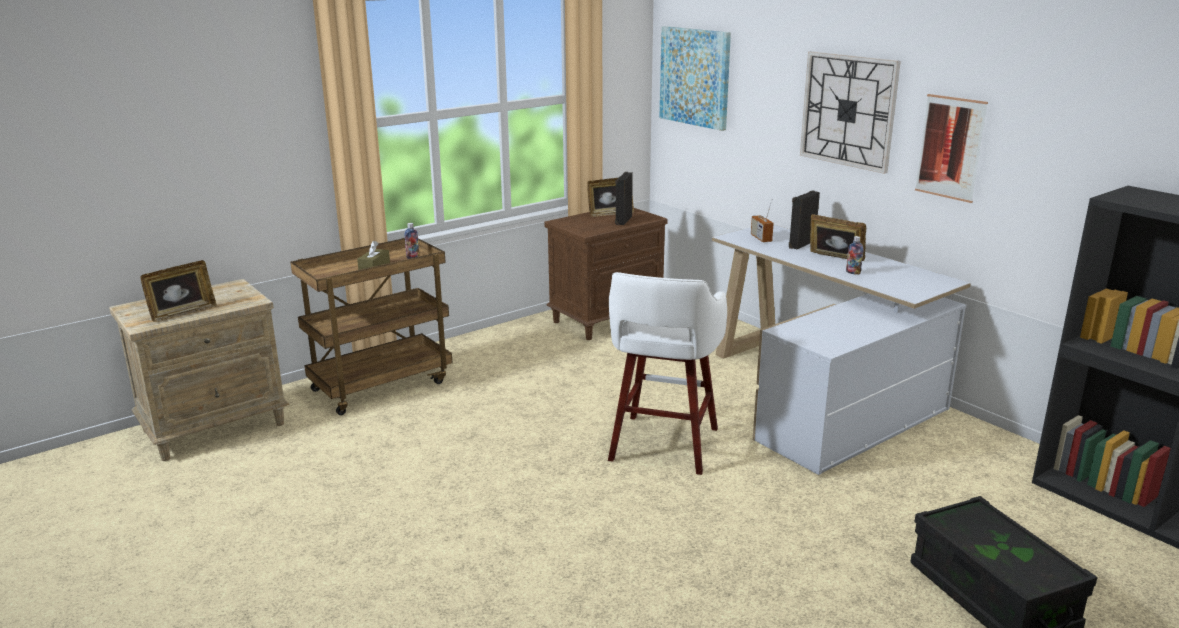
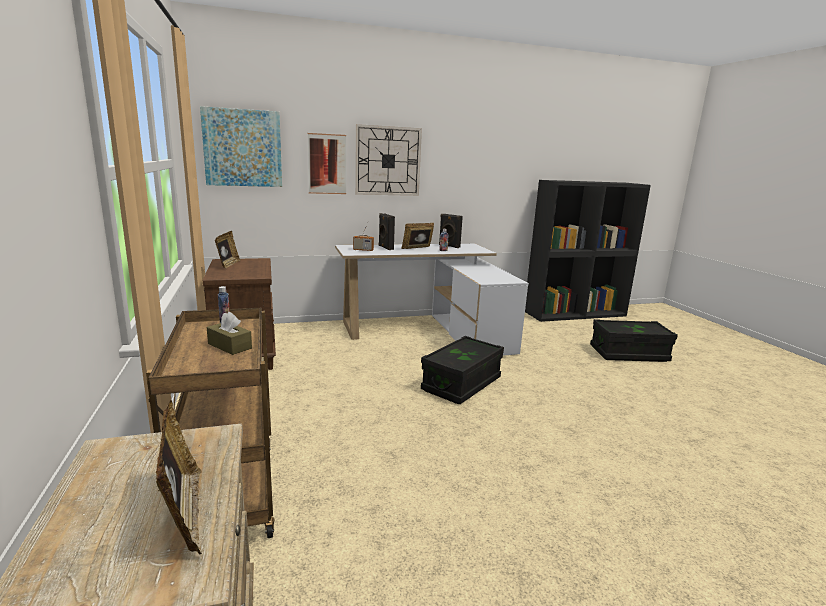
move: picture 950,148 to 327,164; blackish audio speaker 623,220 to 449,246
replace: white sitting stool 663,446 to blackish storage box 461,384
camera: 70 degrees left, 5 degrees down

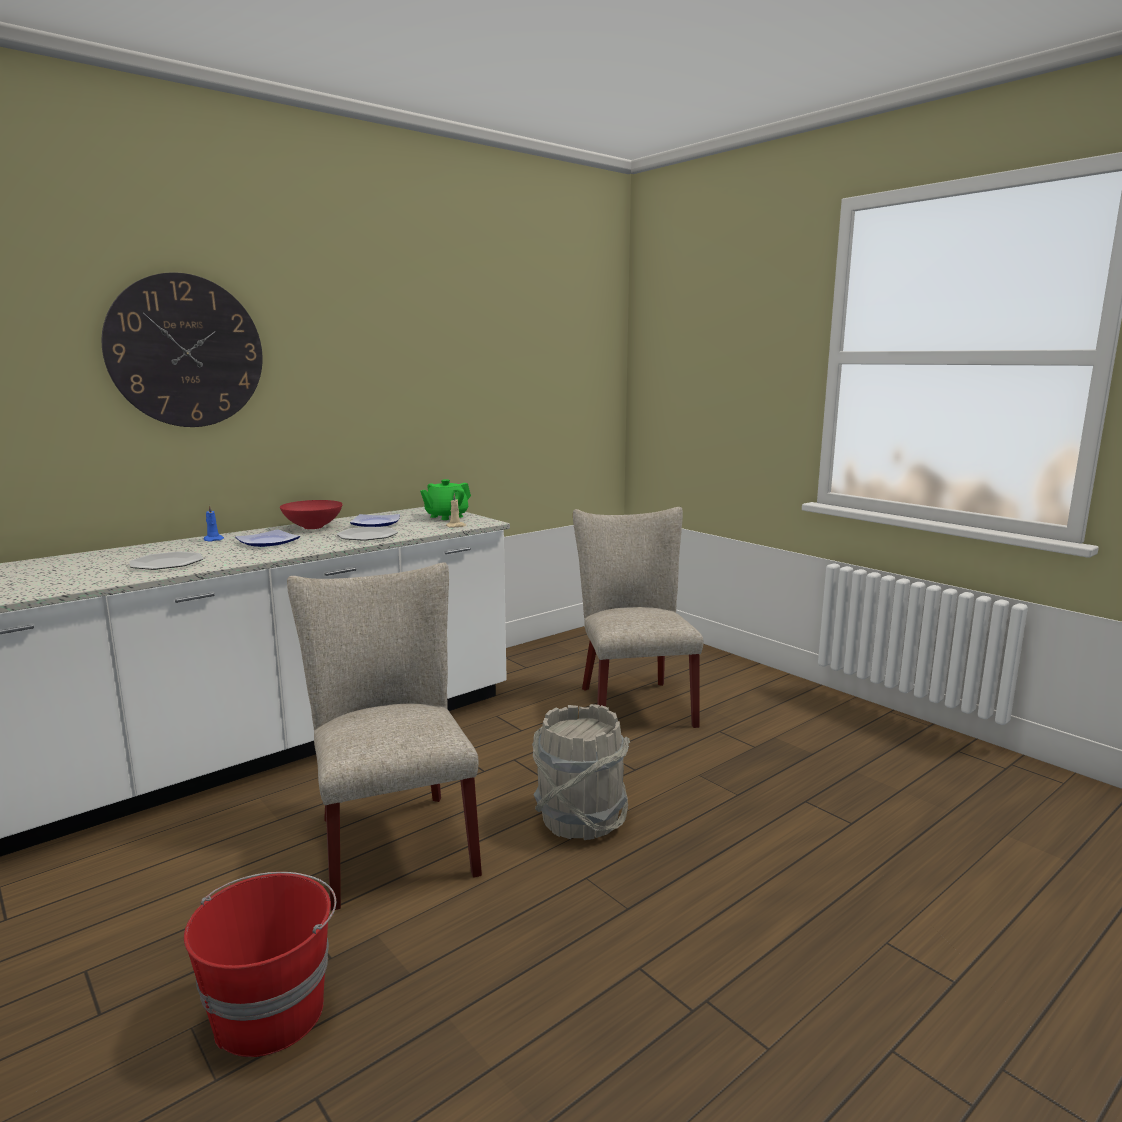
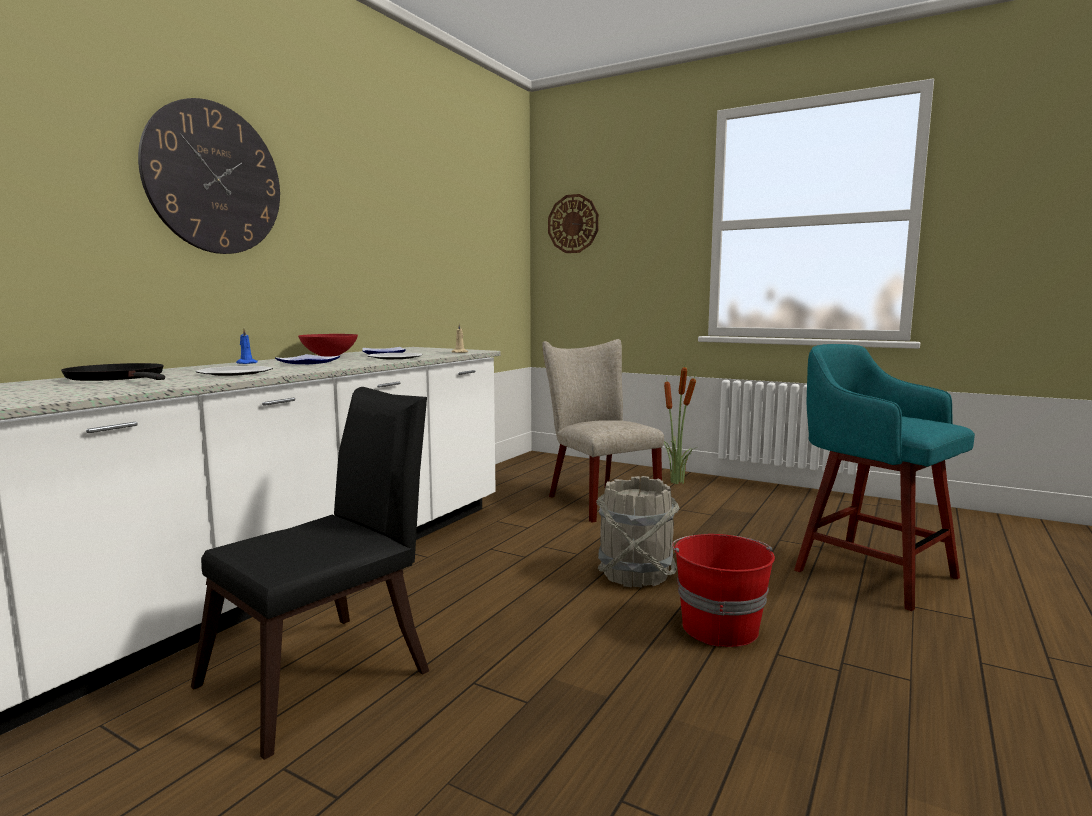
delete: beige-coloured upright chair 392,839; green-coloured tea pot 446,516
insert: blackish frying pan 119,378; blackish upright chair 328,674; hanging clock 573,224; potted plant 675,482; turquoise sitting stool 870,572
move: reddish water bucket 271,1011 to 718,626
camera: 20 degrees left, 5 degrees down

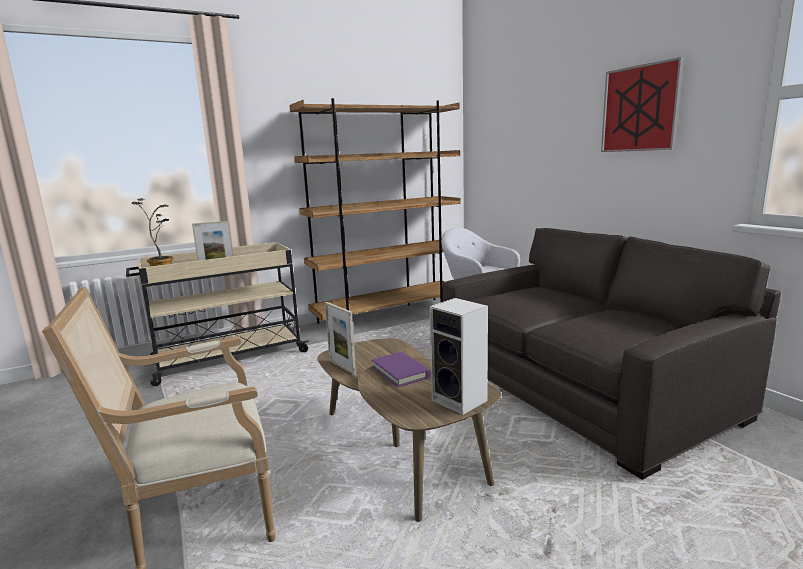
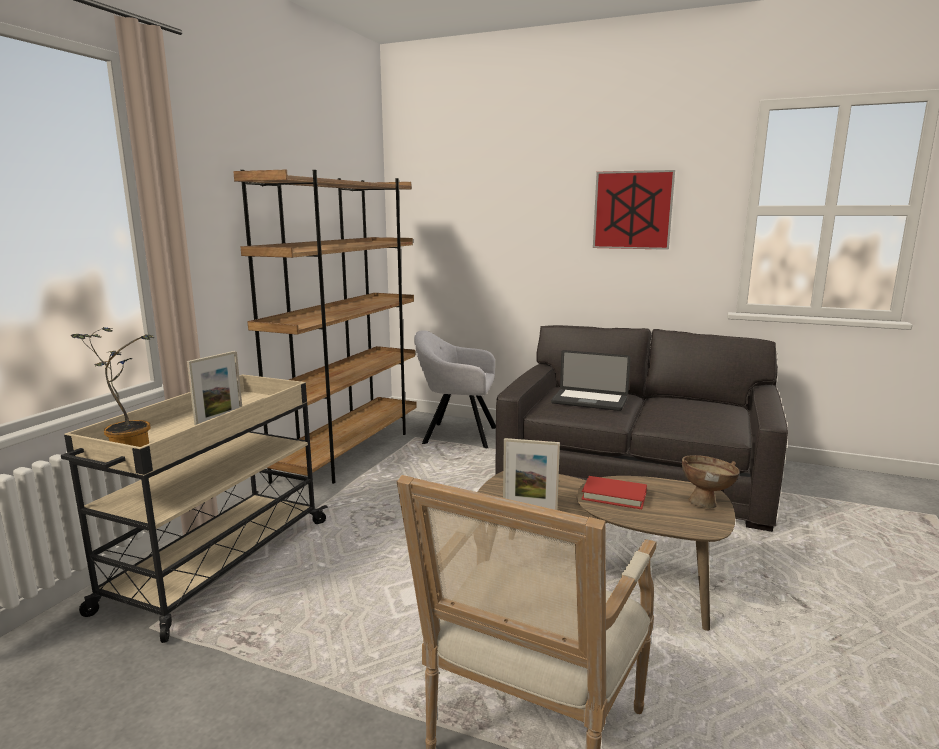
insert: notebook computer 589,401
replace: audio speaker 461,401 to brown bowl 707,503
recolor: purple bound book 400,372 to reddish bound book 614,495
camera: 40 degrees left, 0 degrees up

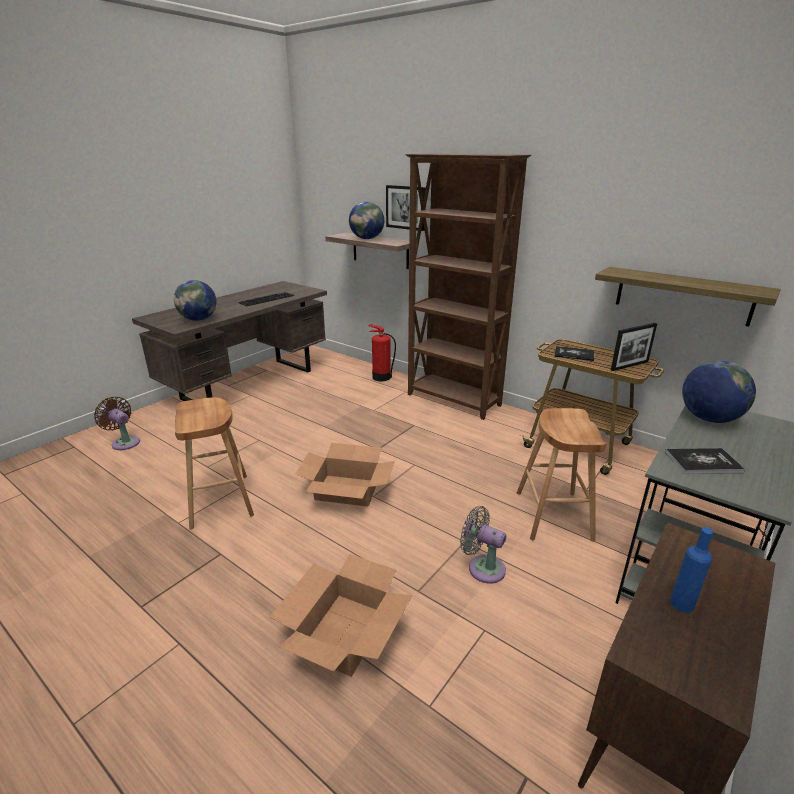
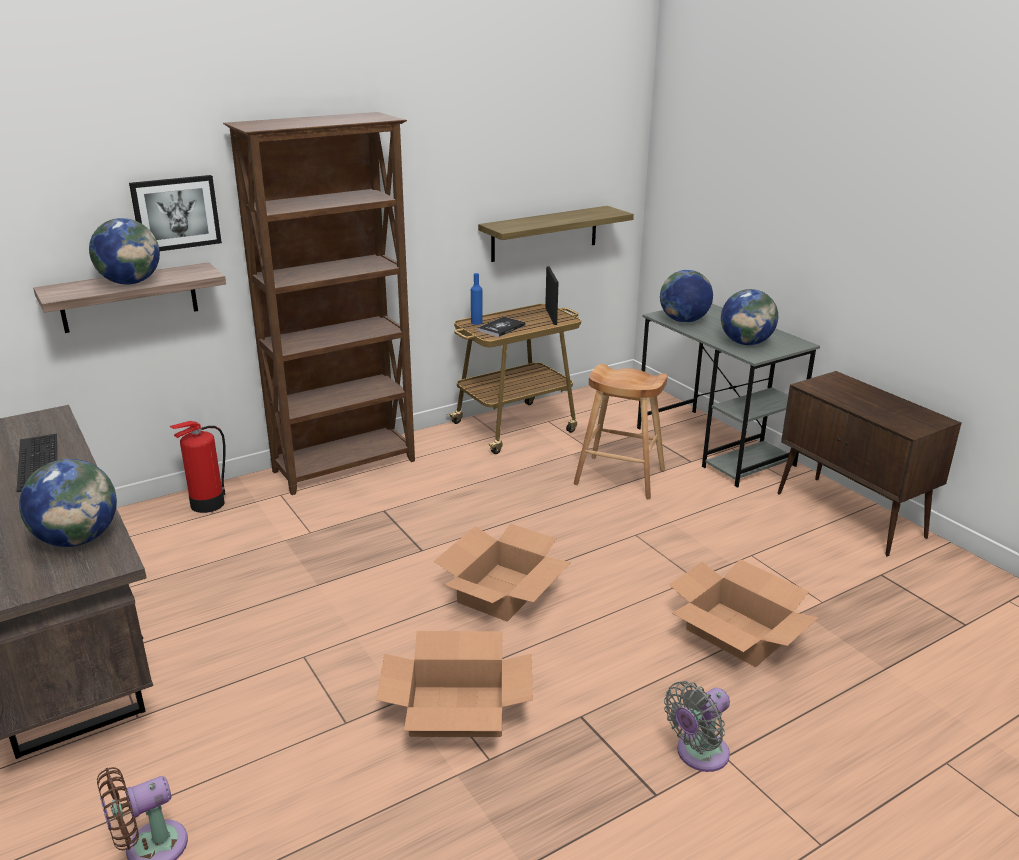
move: blue bottle 682,603 to 476,322; gray cooling fan 482,567 to 698,754
replace: brown sitting stool 220,501 to packing box 457,711; bound book 703,462 to desk globe 746,343
camera: 70 degrees left, 0 degrees up

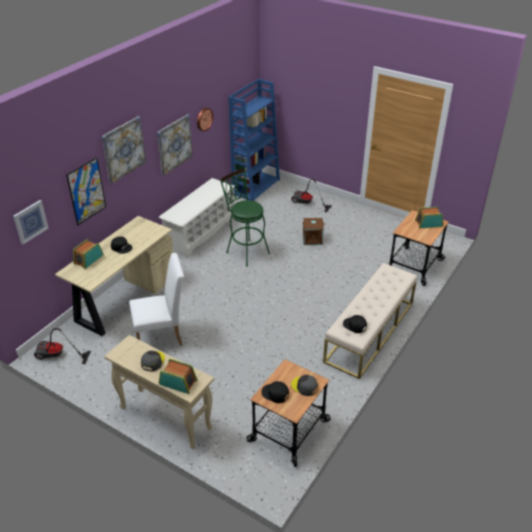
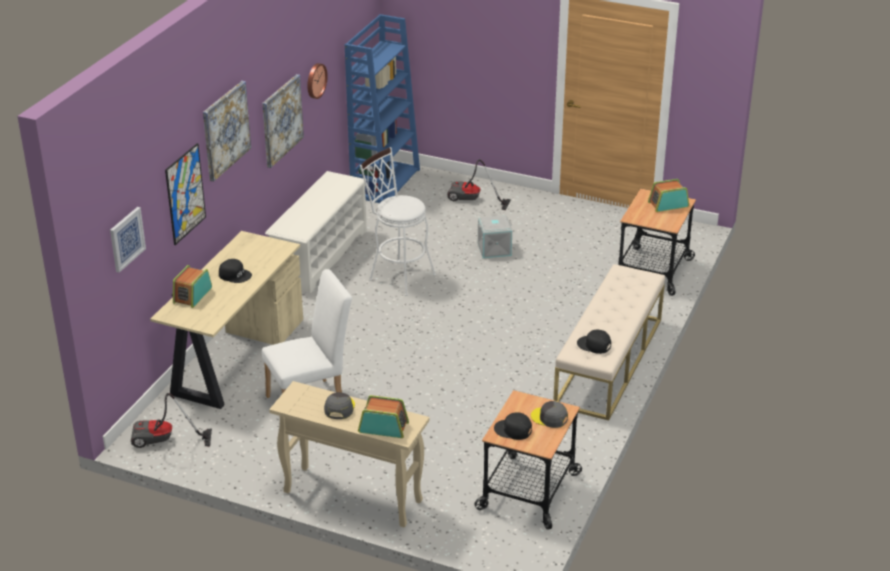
recolor: green-coloured sitting stool 245,251 to white sitting stool 398,275; brown storage box 312,239 to gray storage box 494,249
camera: 10 degrees left, 5 degrees down

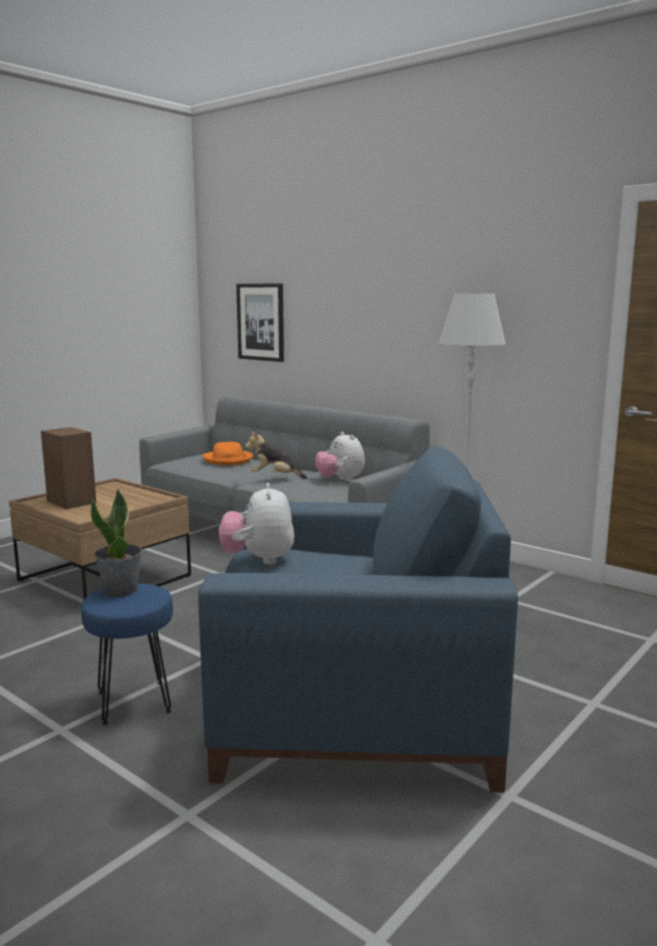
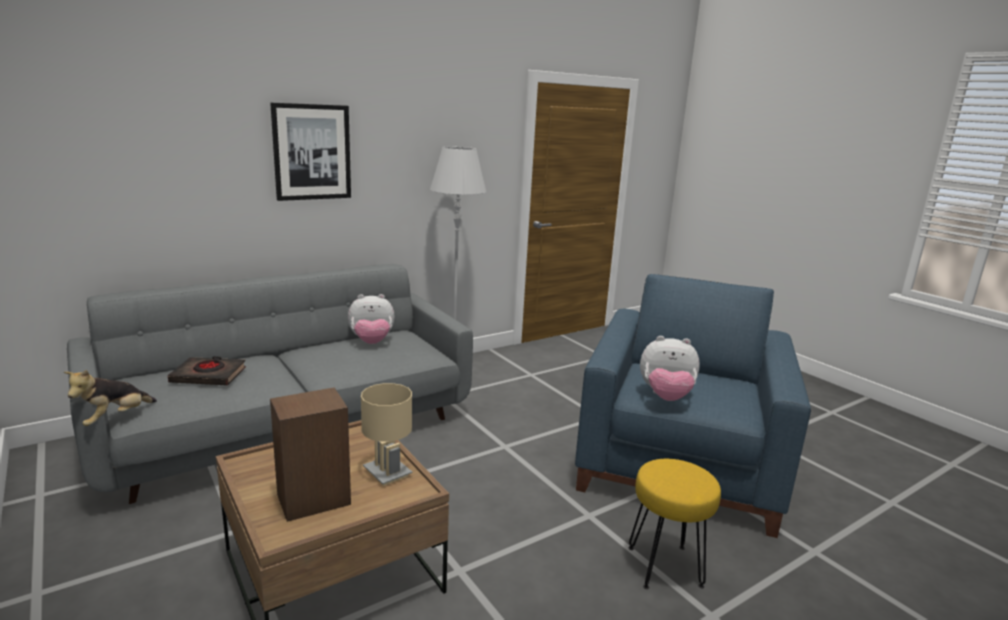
delete: potted plant 121,590
insert: beige-coloured lamp for a table 388,473
move: plush toy 275,477 to 114,419; picture 261,322 to 312,152
replace: orangey hat 228,460 to blackish bound book 209,376
recolor: blue sitting stool 133,702 to yellow sitting stool 664,567
camera: 75 degrees left, 5 degrees up

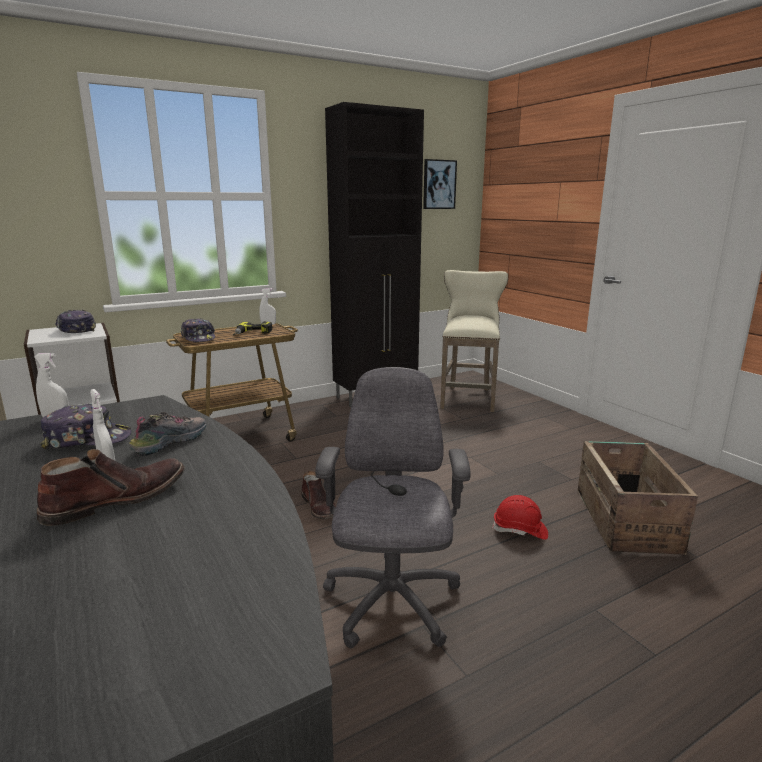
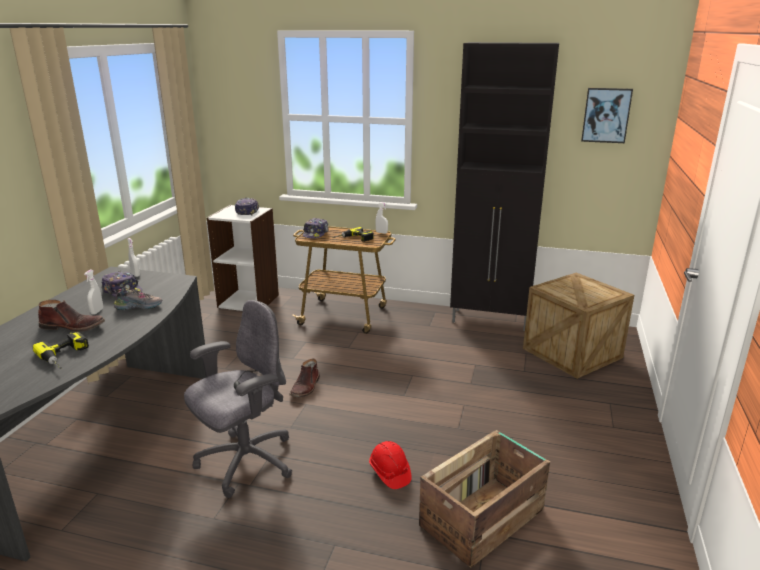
insert: electric drill 67,356
replace: beige-coloured sitting stool 468,397 to packing crate 572,353
camera: 45 degrees right, 5 degrees up

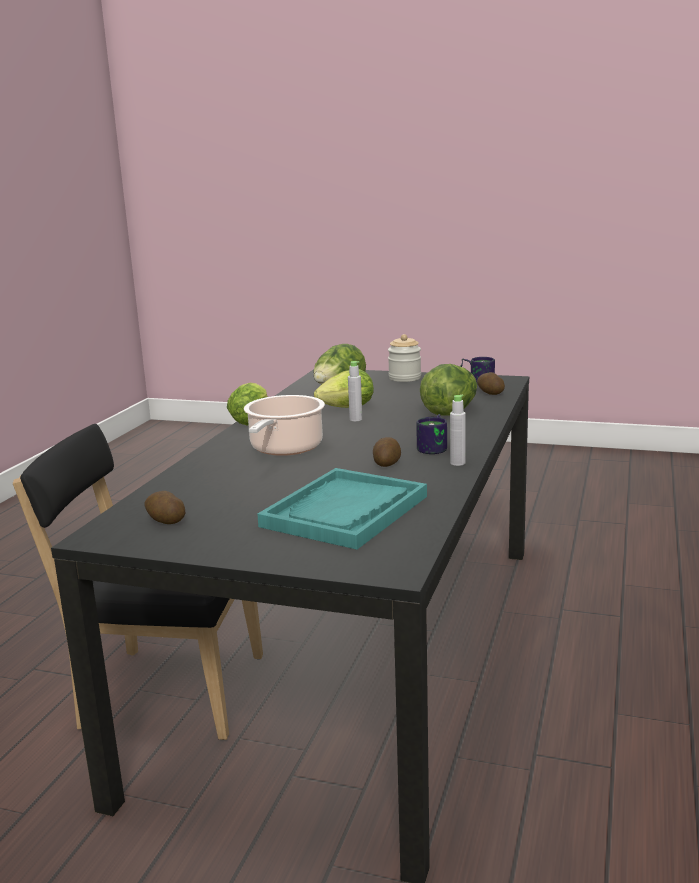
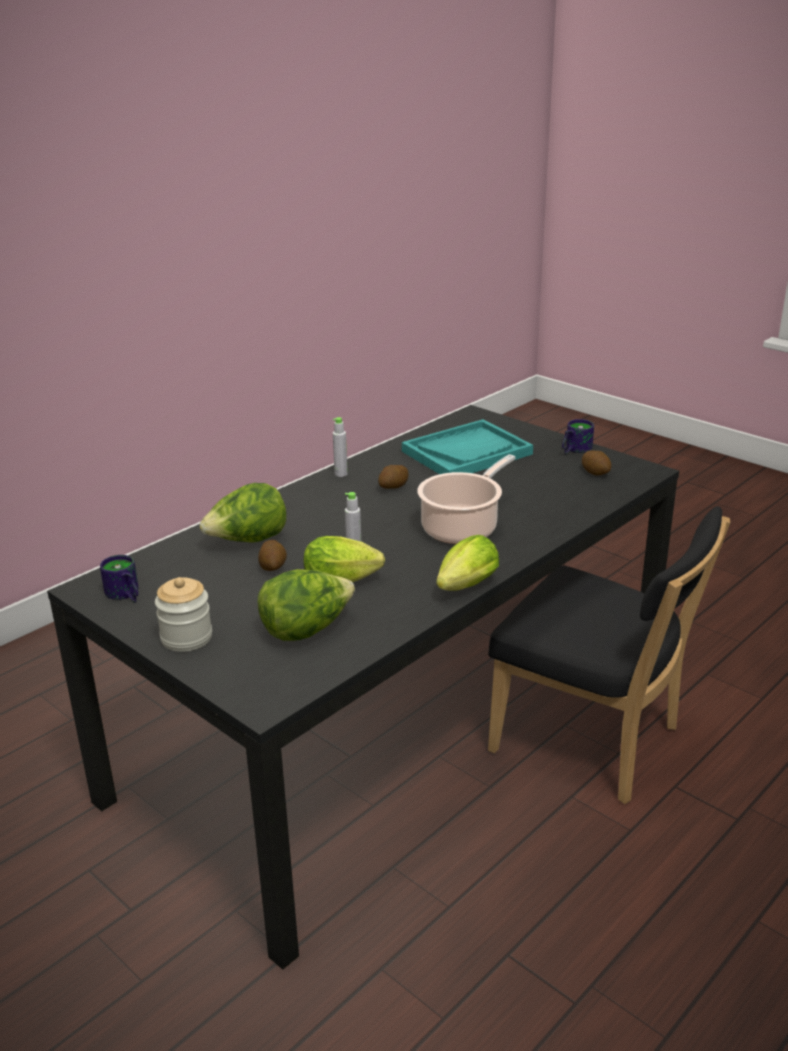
move: potato 490,393 to 273,567; coffee mug 435,447 to 573,449
camera: 155 degrees left, 10 degrees up

